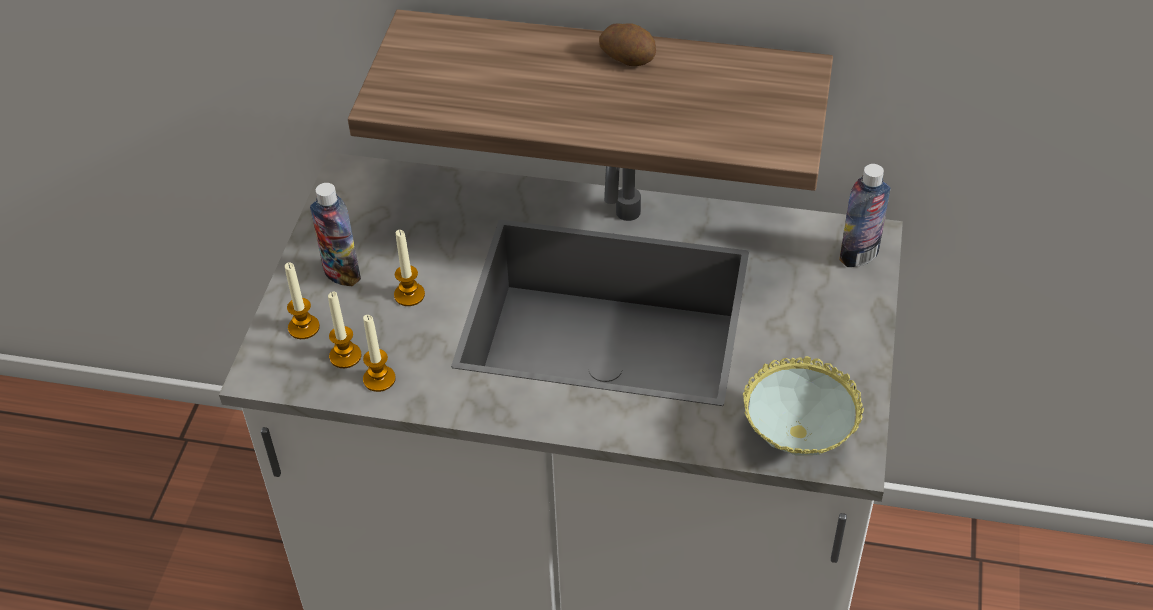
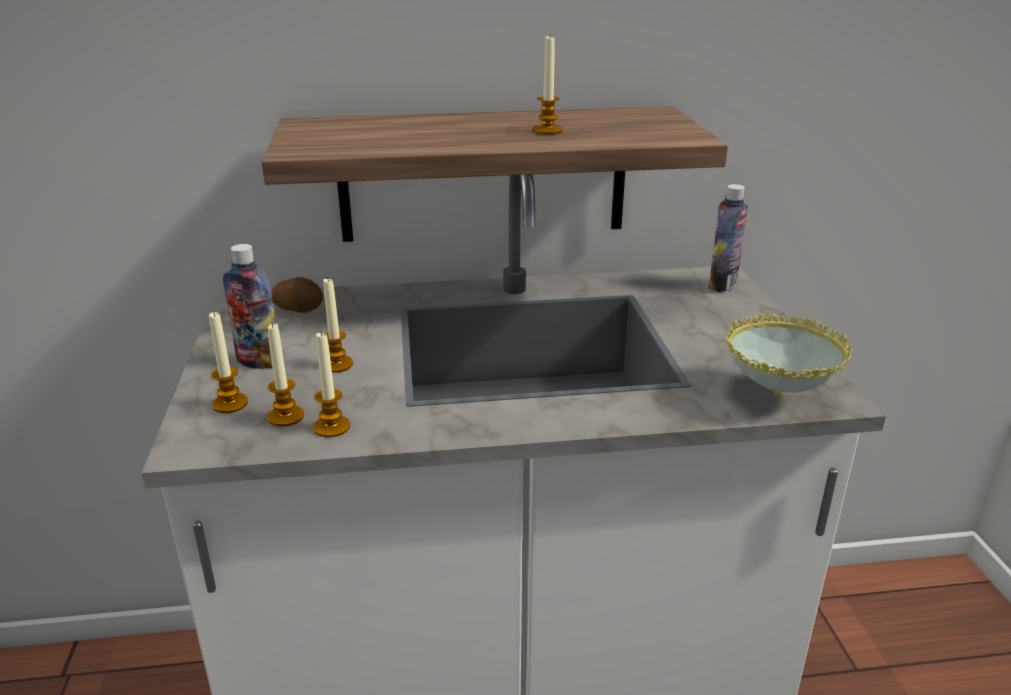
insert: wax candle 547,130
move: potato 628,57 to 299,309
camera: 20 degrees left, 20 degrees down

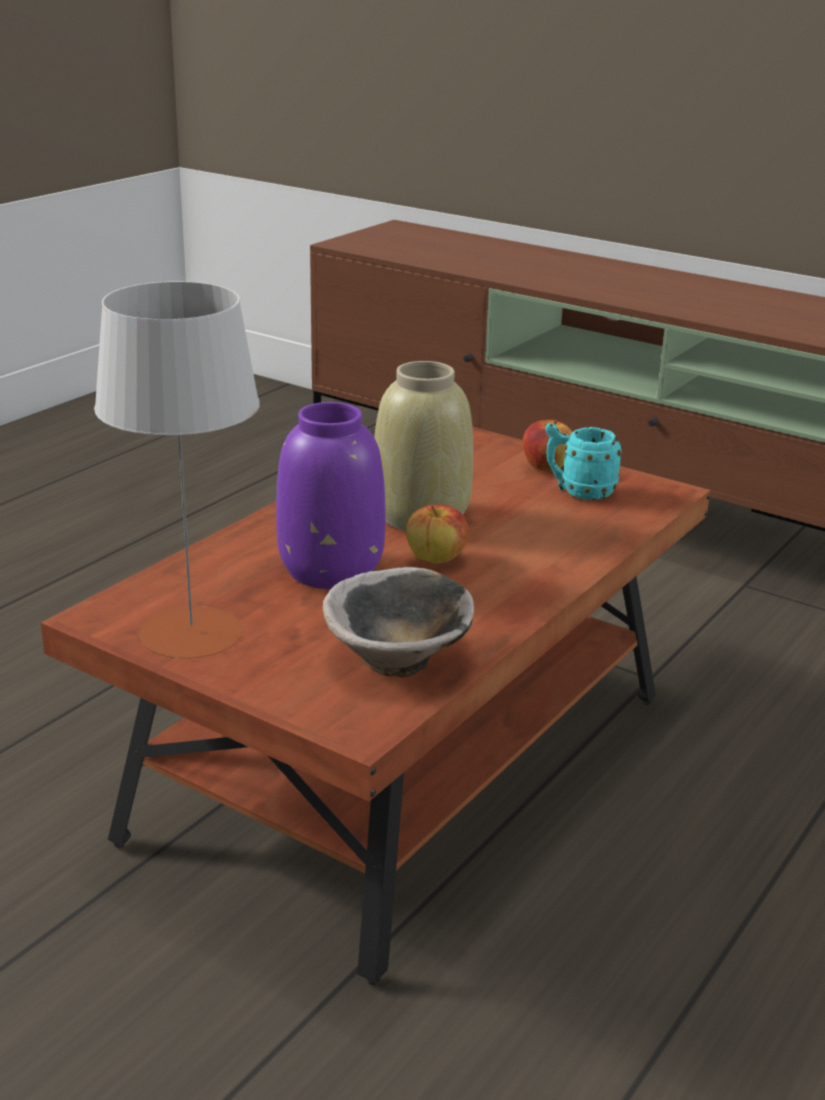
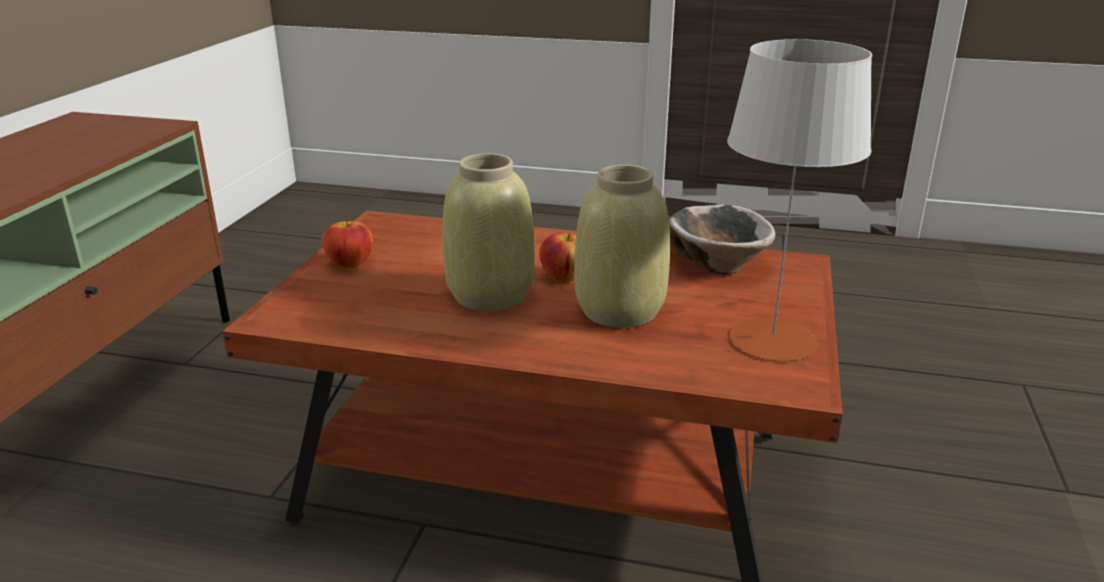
delete: turquoise coffee mug 579,491
recolor: purple vase 331,569 to beige-coloured vase 618,311
camera: 110 degrees left, 0 degrees up

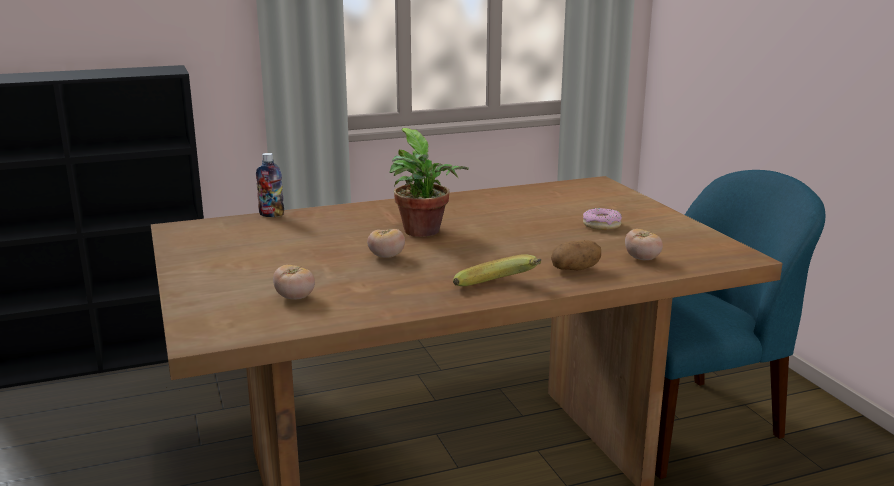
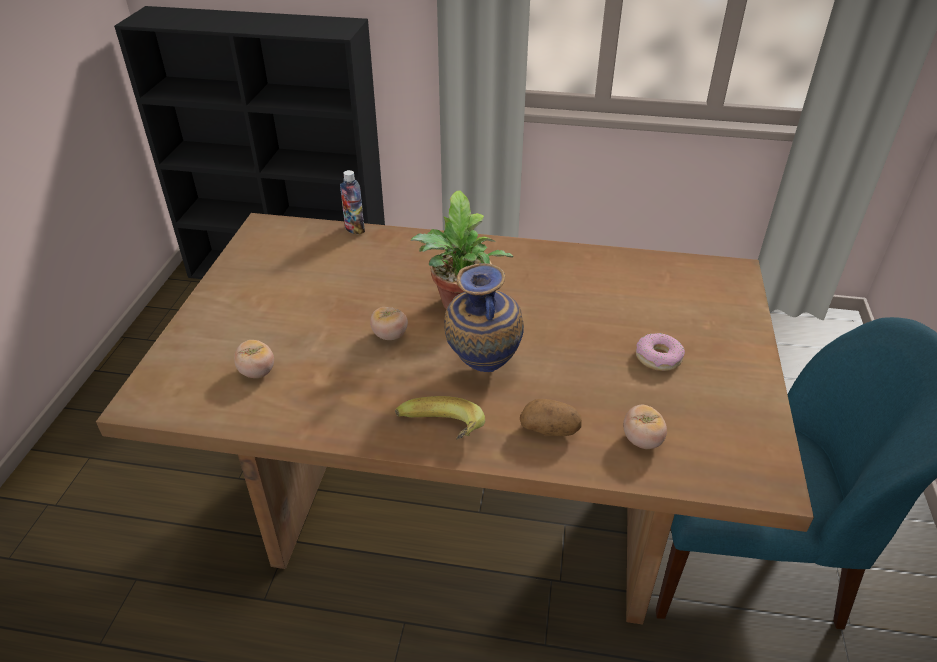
insert: vase 481,370
camera: 30 degrees right, 20 degrees up

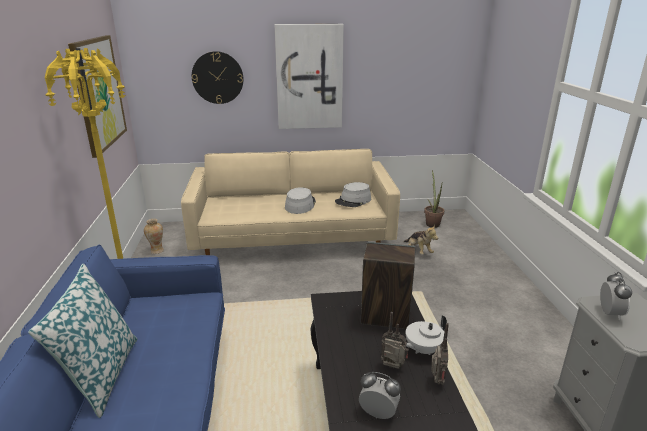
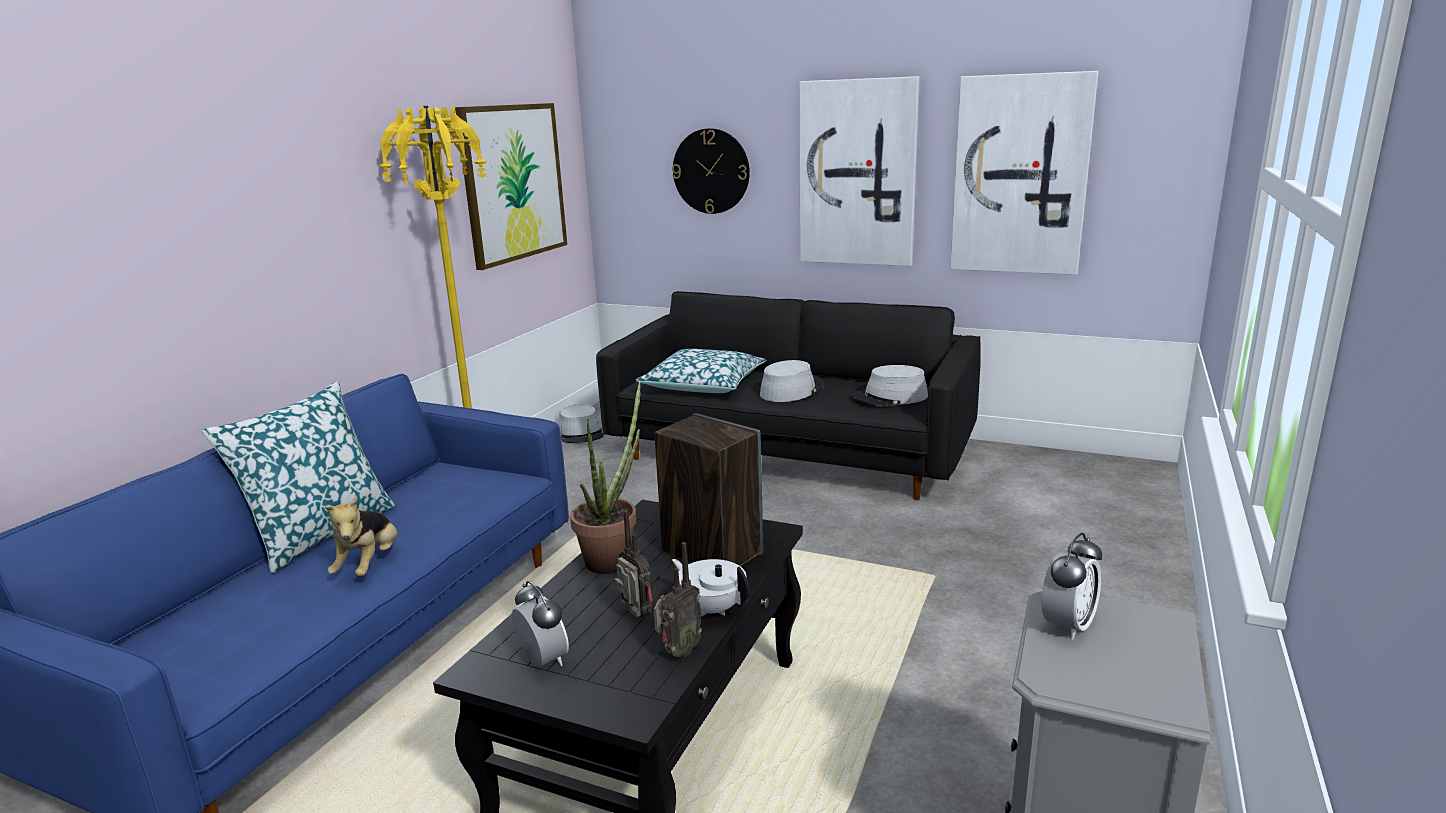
insert: throw pillow 703,385; picture 1020,175
move: plush toy 418,251 to 369,565; potted plant 432,223 to 614,557
replace: vase 157,251 to gray hat 581,434
recolor: beige-coloured sofa 292,238 to blackish sofa 790,452
rotate: white tea pot 422,349 = 712,608 45 degrees clockwise
camera: 30 degrees right, 5 degrees down

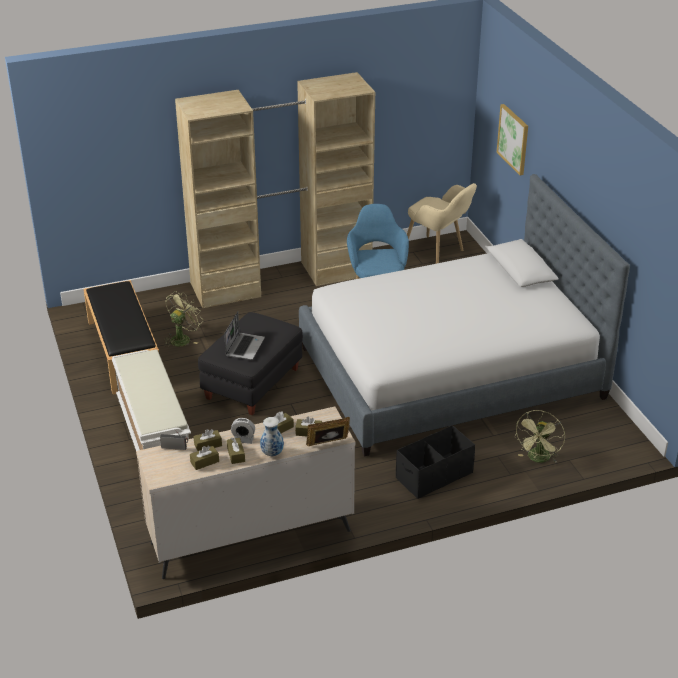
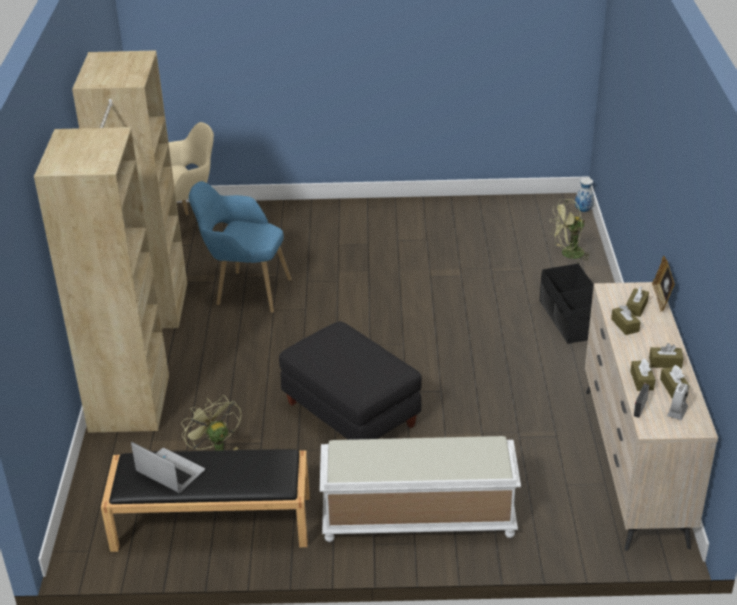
delete: bedroom bed 450,372; picture 513,139
move: notebook computer 244,347 to 169,472; vase 272,453 to 583,210; table clock 243,439 to 677,412
rotate: green-coloured cooling fan 538,459 = 568,254 120 degrees clockwise
camera: 70 degrees left, 0 degrees up

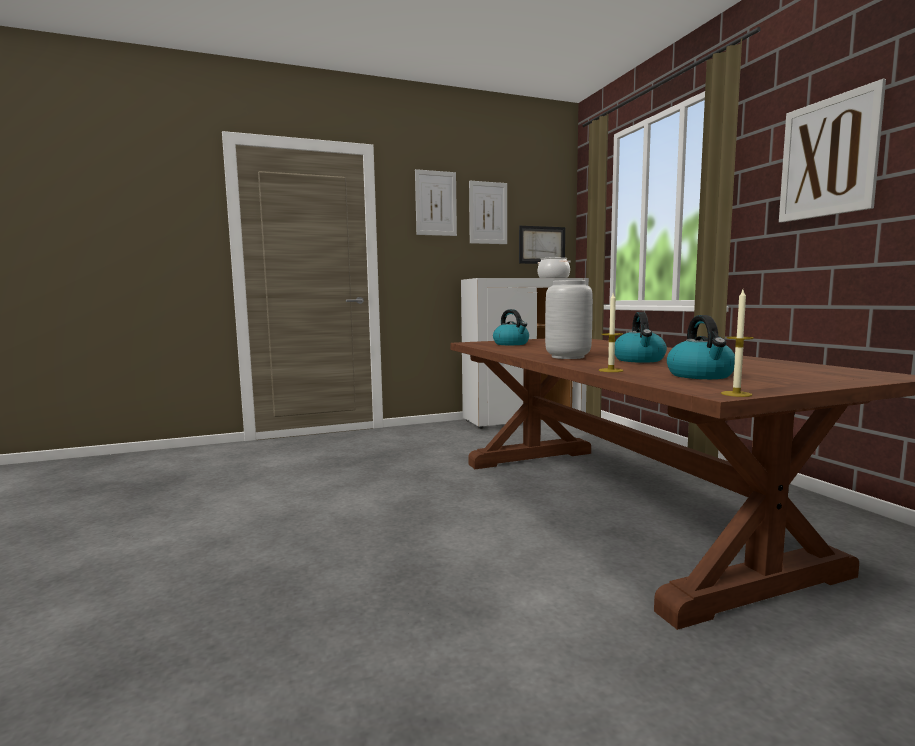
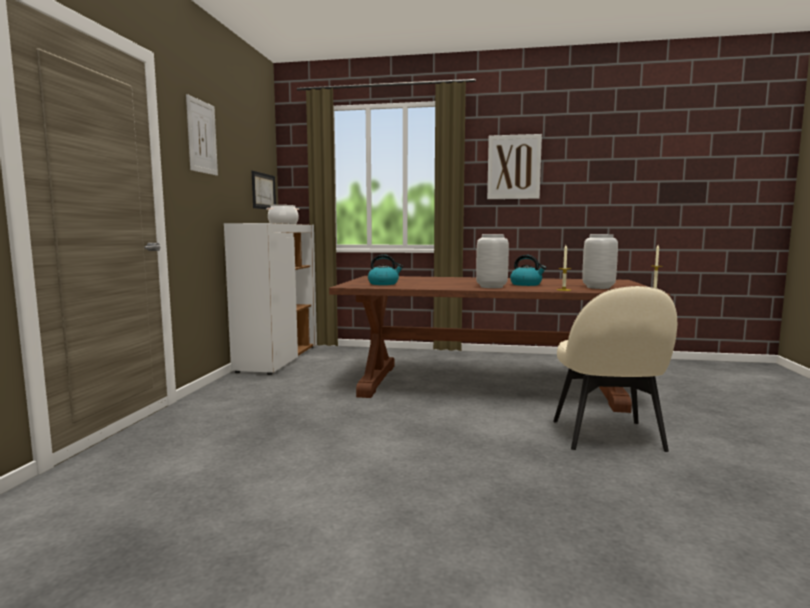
delete: picture 488,213
insert: beige-coloured upright chair 607,437
replace: kettle 701,376 to gray vase 598,287
camera: 60 degrees left, 0 degrees up

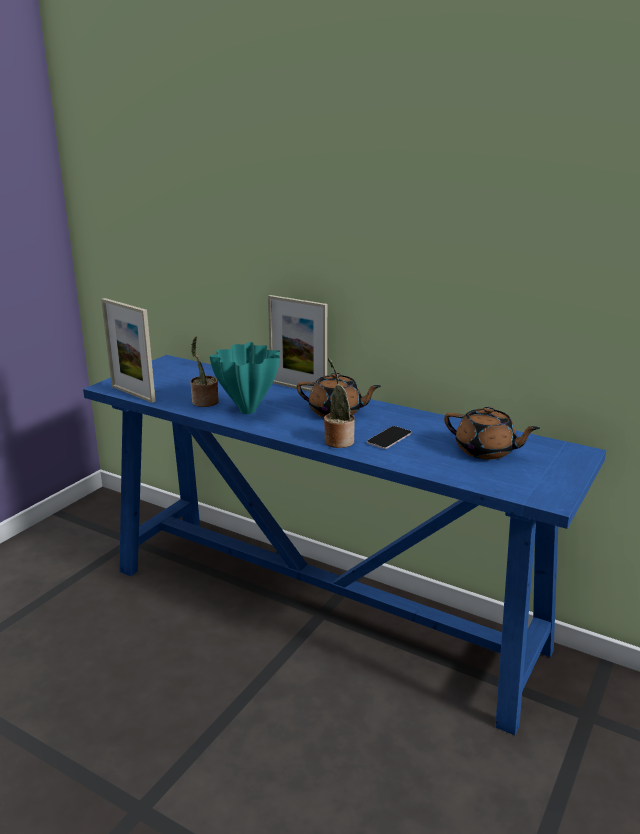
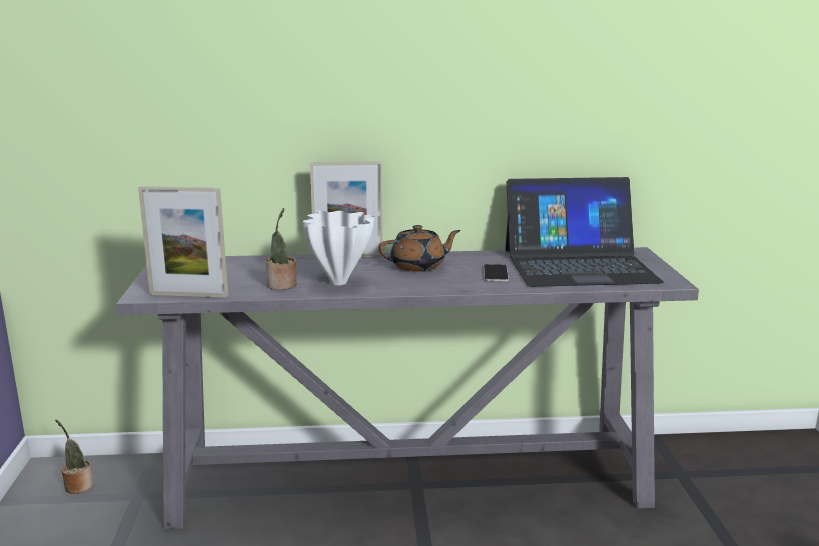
move: potted plant 338,440 to 77,486
replace: brown tea pot 486,451 to notebook computer 578,265
recolor: blue narrow table 322,609 to gray narrow table 412,481; turquoise vase 247,411 to white vase 339,283
camera: 35 degrees left, 5 degrees down

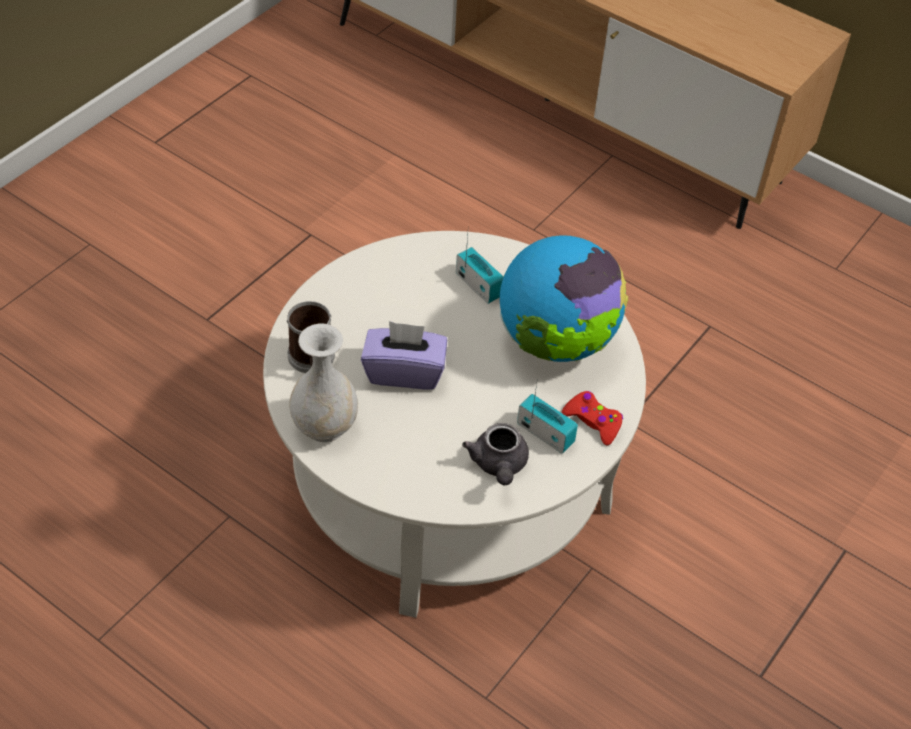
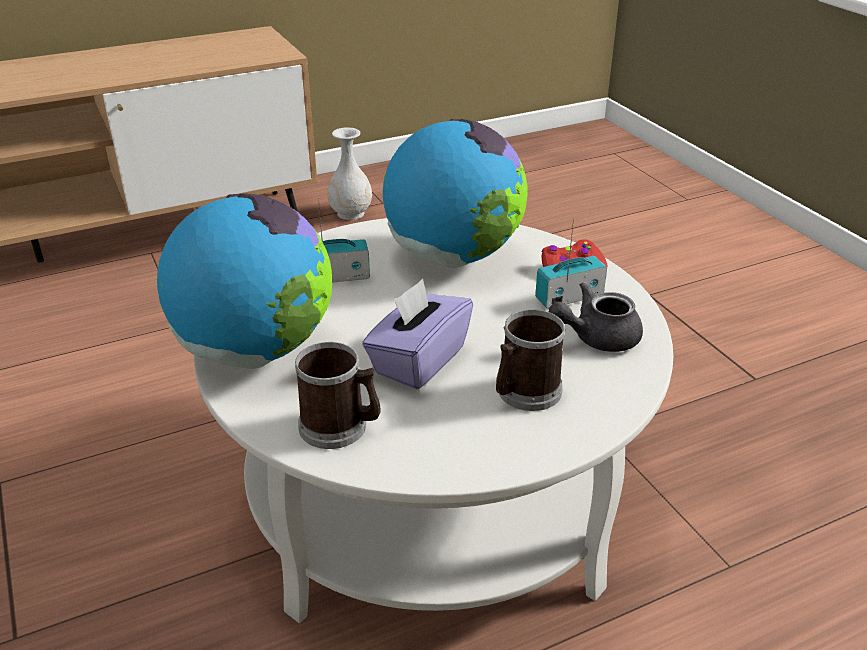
insert: desk globe 256,351; coffee mug 524,393
move: white vase 325,426 to 351,213
rotate: gray tea pot 498,465 = 596,337 135 degrees clockwise
camera: 60 degrees left, 15 degrees down

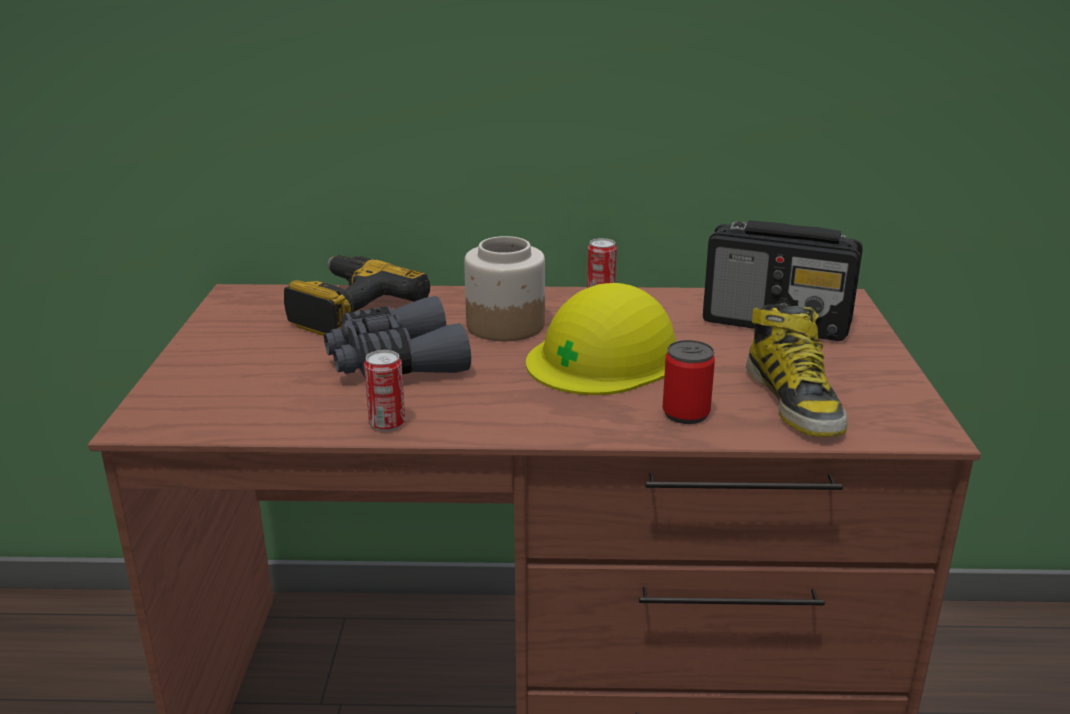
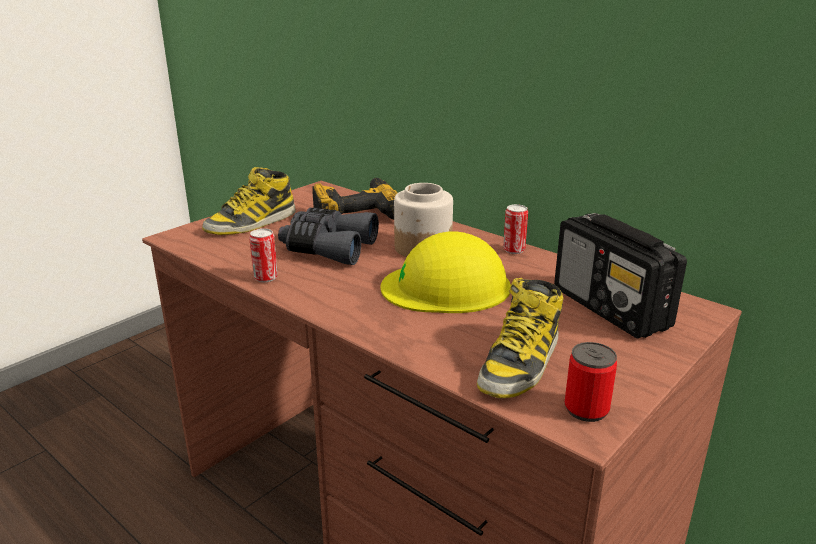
insert: high-top boot 251,223
move: sealed can 686,413 to 586,409
camera: 40 degrees right, 0 degrees up

